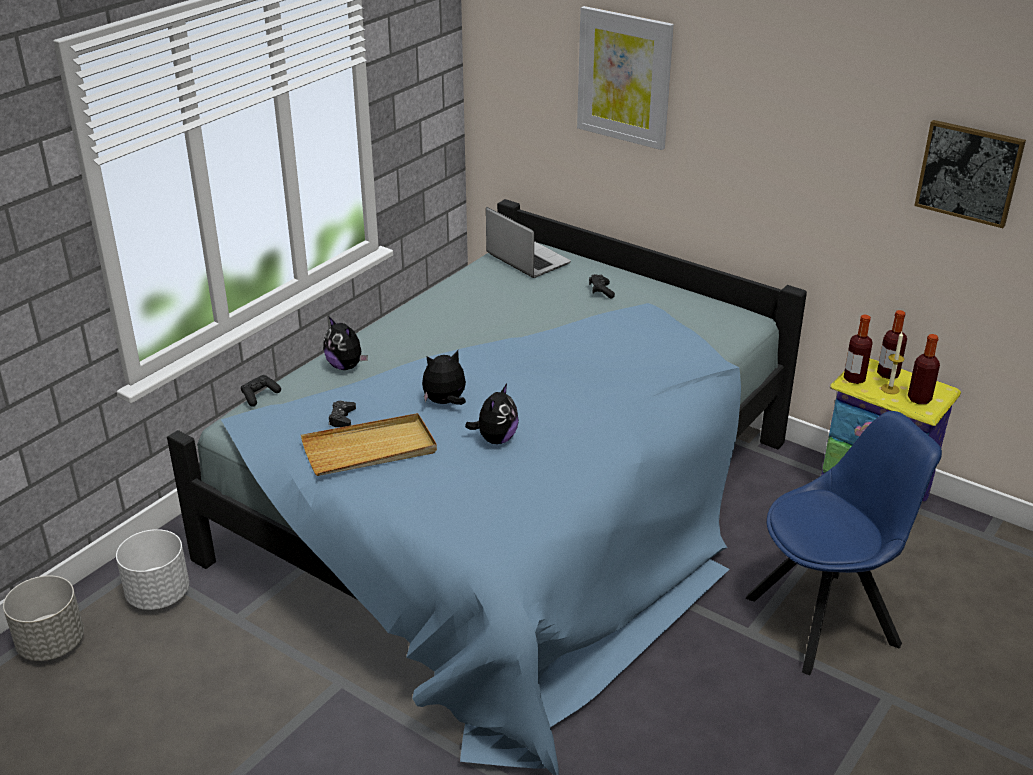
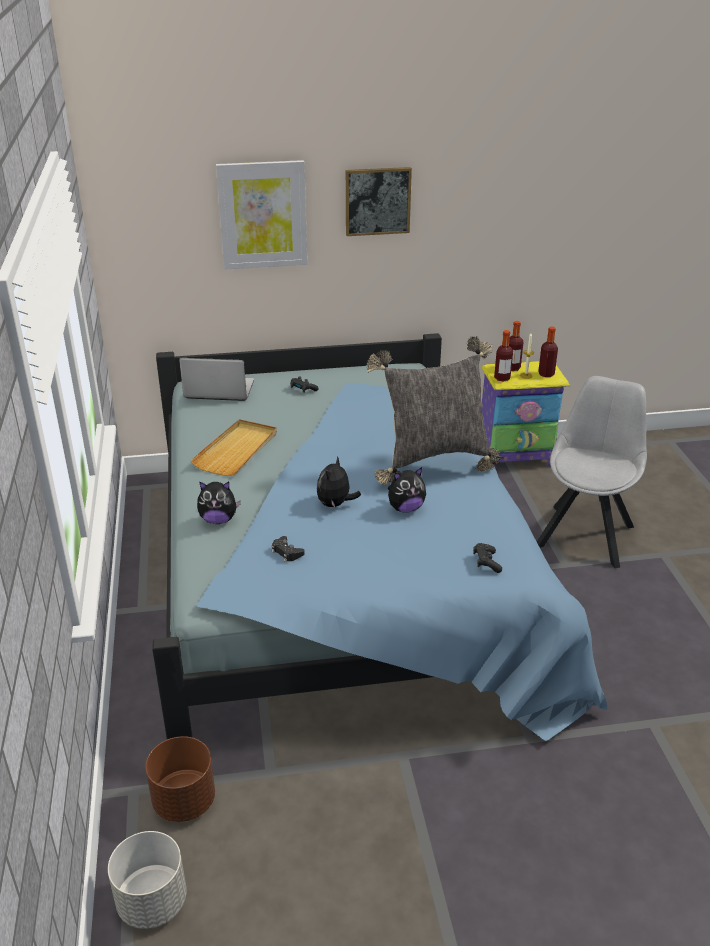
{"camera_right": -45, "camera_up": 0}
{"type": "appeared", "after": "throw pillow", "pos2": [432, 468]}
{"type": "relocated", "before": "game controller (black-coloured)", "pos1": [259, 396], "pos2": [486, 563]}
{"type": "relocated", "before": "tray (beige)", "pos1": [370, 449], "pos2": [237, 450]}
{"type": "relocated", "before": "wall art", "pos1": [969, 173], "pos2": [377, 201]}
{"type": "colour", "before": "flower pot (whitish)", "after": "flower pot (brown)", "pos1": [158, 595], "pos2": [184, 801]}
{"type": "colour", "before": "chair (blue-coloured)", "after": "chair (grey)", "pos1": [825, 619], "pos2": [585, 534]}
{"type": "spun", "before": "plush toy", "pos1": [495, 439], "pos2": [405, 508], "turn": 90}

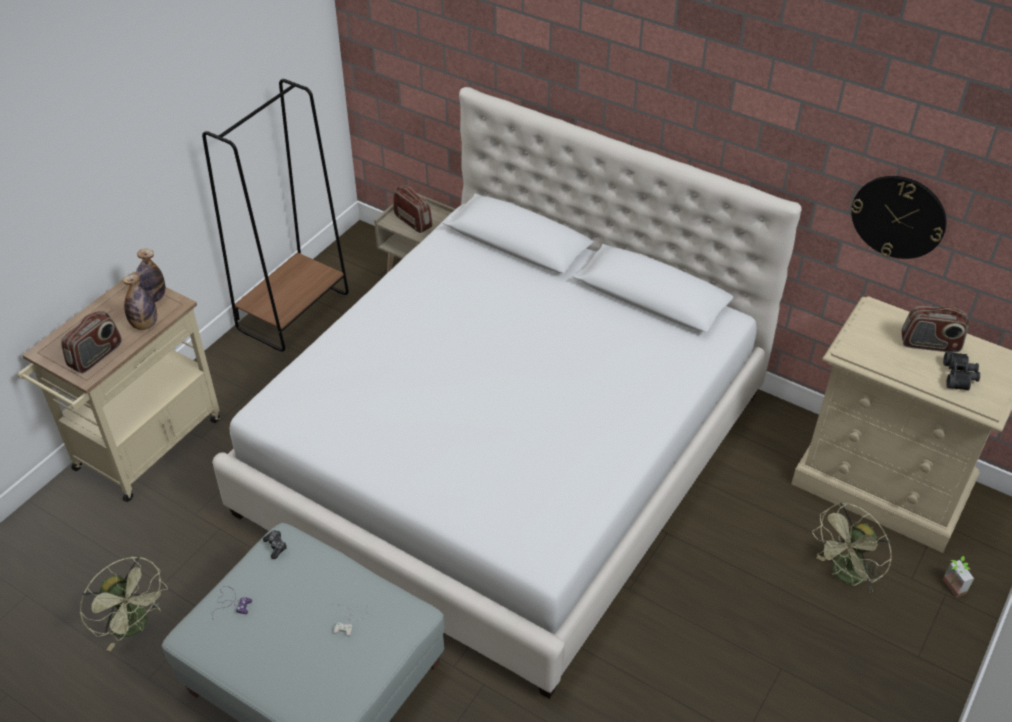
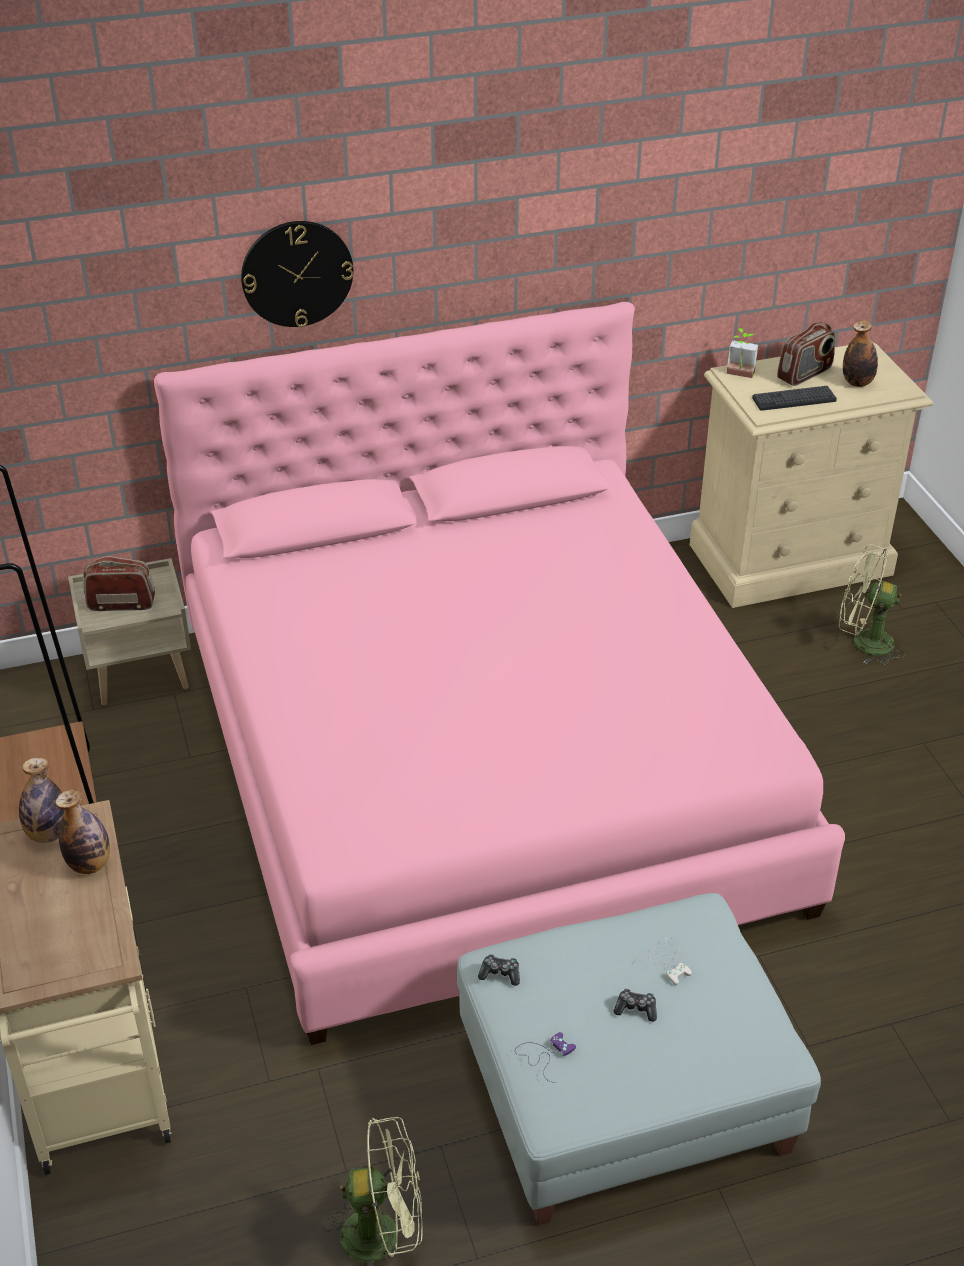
{"camera_right": -50, "camera_up": -5}
{"type": "missing", "before": "radio set", "pos1": [96, 356]}
{"type": "appeared", "after": "game controller", "pos2": [636, 1009]}
{"type": "appeared", "after": "computer keyboard", "pos2": [794, 399]}
{"type": "relocated", "before": "hanging clock", "pos1": [898, 216], "pos2": [297, 273]}
{"type": "relocated", "before": "houseplant", "pos1": [950, 588], "pos2": [739, 375]}
{"type": "exchanged", "before": "field glasses (black-coloured)", "after": "beverage bottle", "pos1": [960, 376], "pos2": [857, 382]}
{"type": "colour", "before": "bedroom bed (whitish)", "after": "bedroom bed (pinkish)", "pos1": [506, 451], "pos2": [480, 764]}
{"type": "spun", "before": "electric fan (greenish)", "pos1": [845, 575], "pos2": [863, 642], "turn": 105}

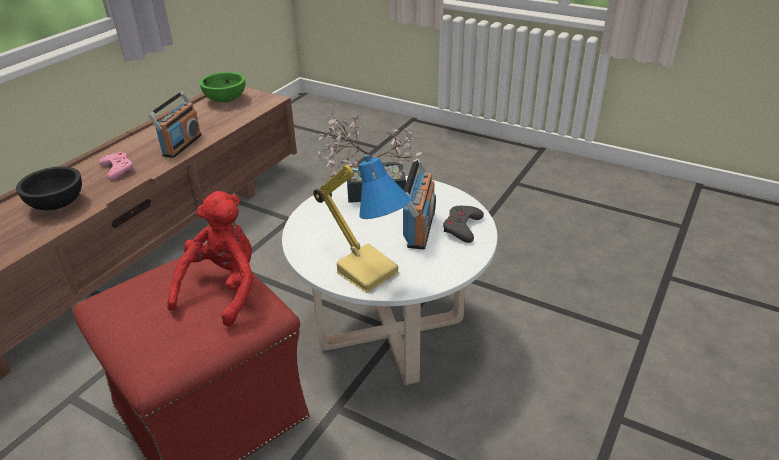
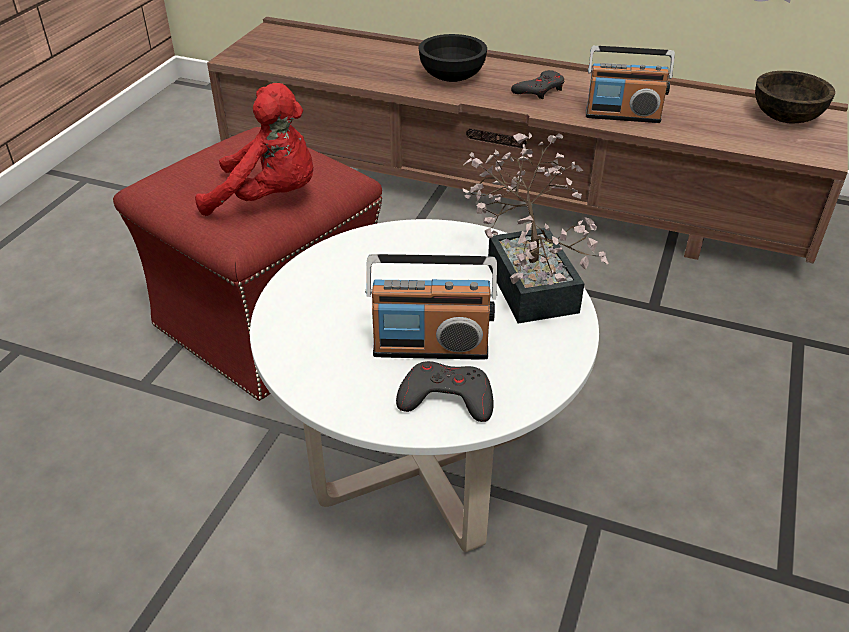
{"camera_right": 80, "camera_up": 5}
{"type": "missing", "before": "table lamp", "pos1": [368, 271]}
{"type": "colour", "before": "game controller (pinkish)", "after": "game controller (grey)", "pos1": [117, 169], "pos2": [539, 90]}
{"type": "colour", "before": "deep dish (greenish)", "after": "deep dish (brown)", "pos1": [226, 99], "pos2": [786, 118]}

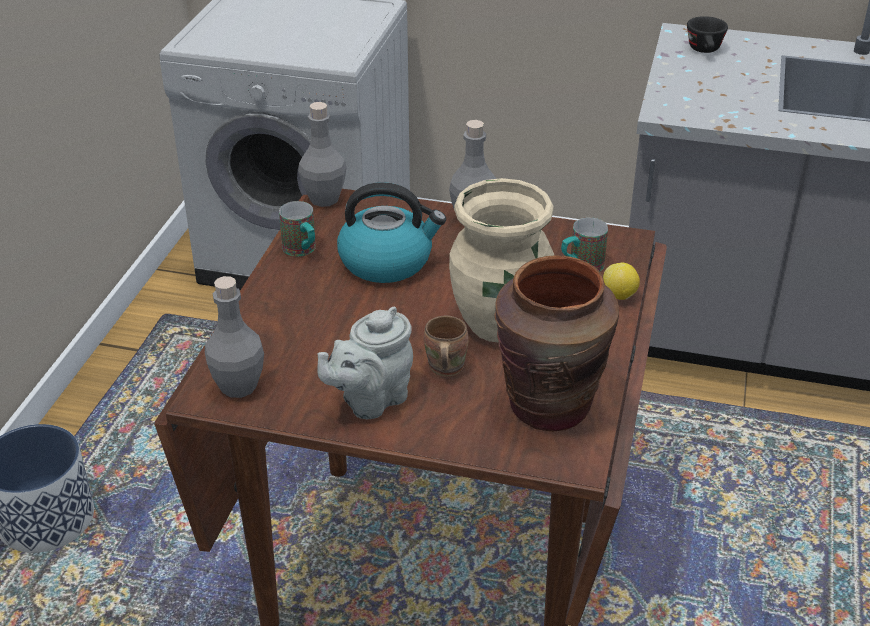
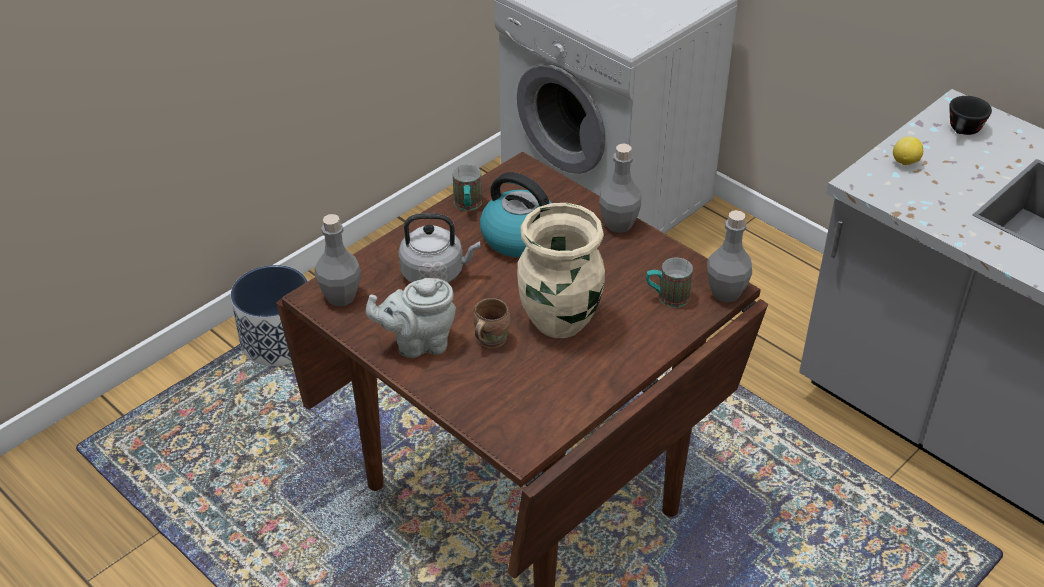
{"camera_right": 30, "camera_up": 5}
{"type": "missing", "before": "decorative vase (brown)", "pos1": [549, 406]}
{"type": "appeared", "after": "kettle (grey)", "pos2": [436, 273]}
{"type": "relocated", "before": "beverage bottle (grey)", "pos1": [324, 199], "pos2": [726, 293]}
{"type": "relocated", "before": "whole lemon", "pos1": [619, 296], "pos2": [905, 163]}

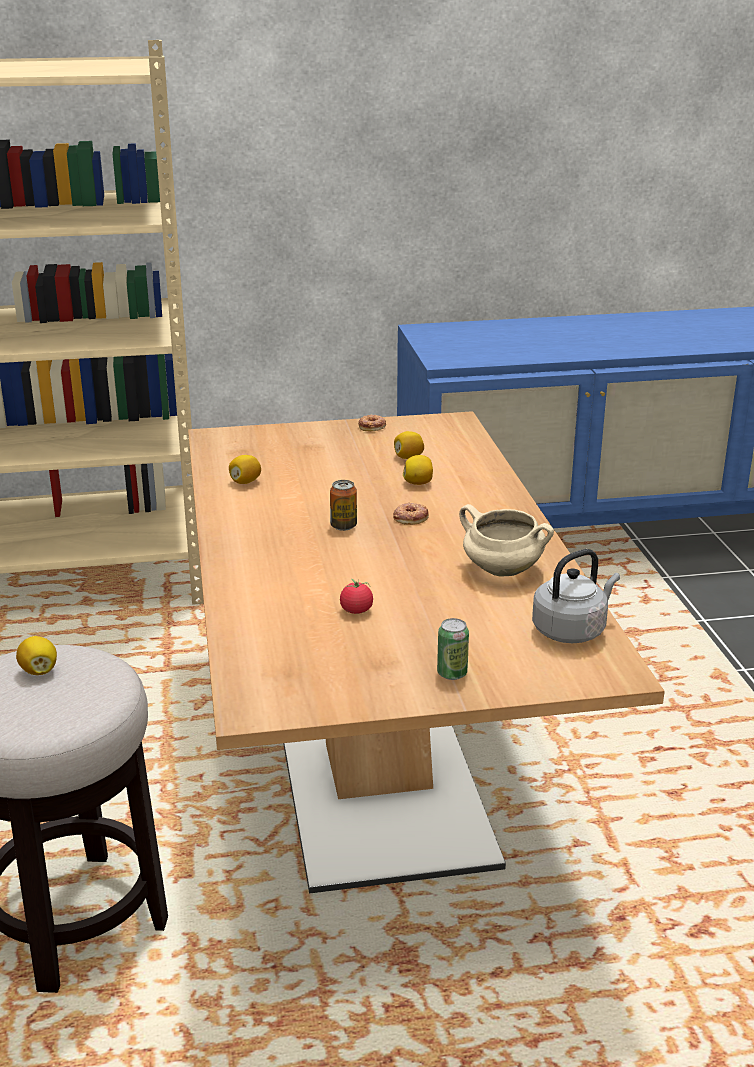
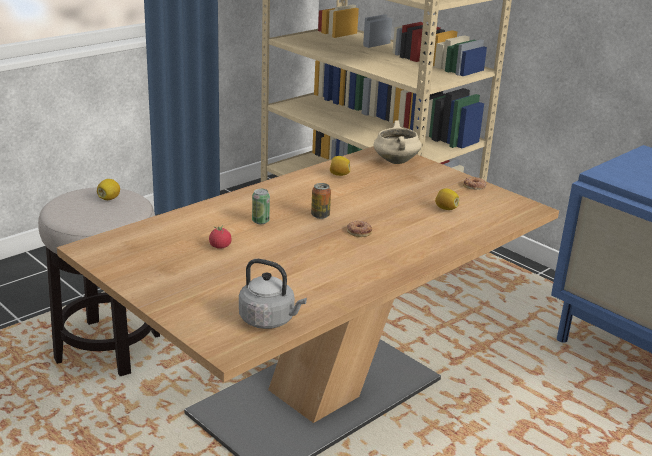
{"camera_right": 55, "camera_up": 0}
{"type": "missing", "before": "whole lemon", "pos1": [418, 483]}
{"type": "relocated", "before": "metal can", "pos1": [452, 673], "pos2": [260, 221]}
{"type": "relocated", "before": "saucepot (beige)", "pos1": [501, 571], "pos2": [395, 161]}

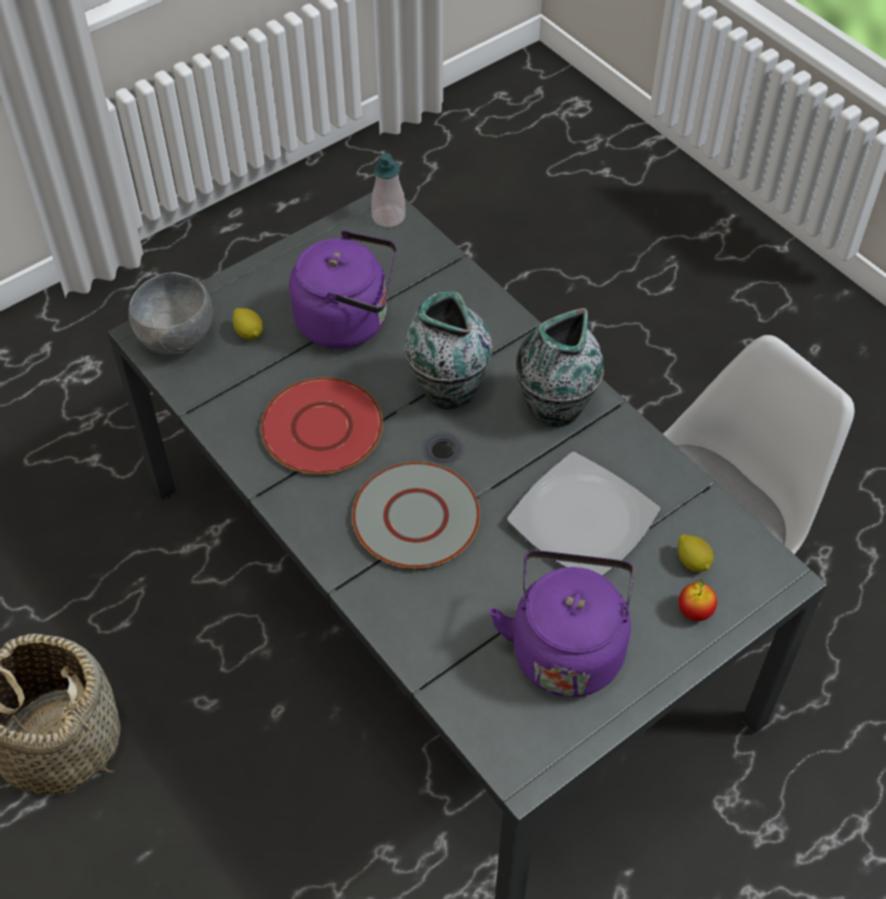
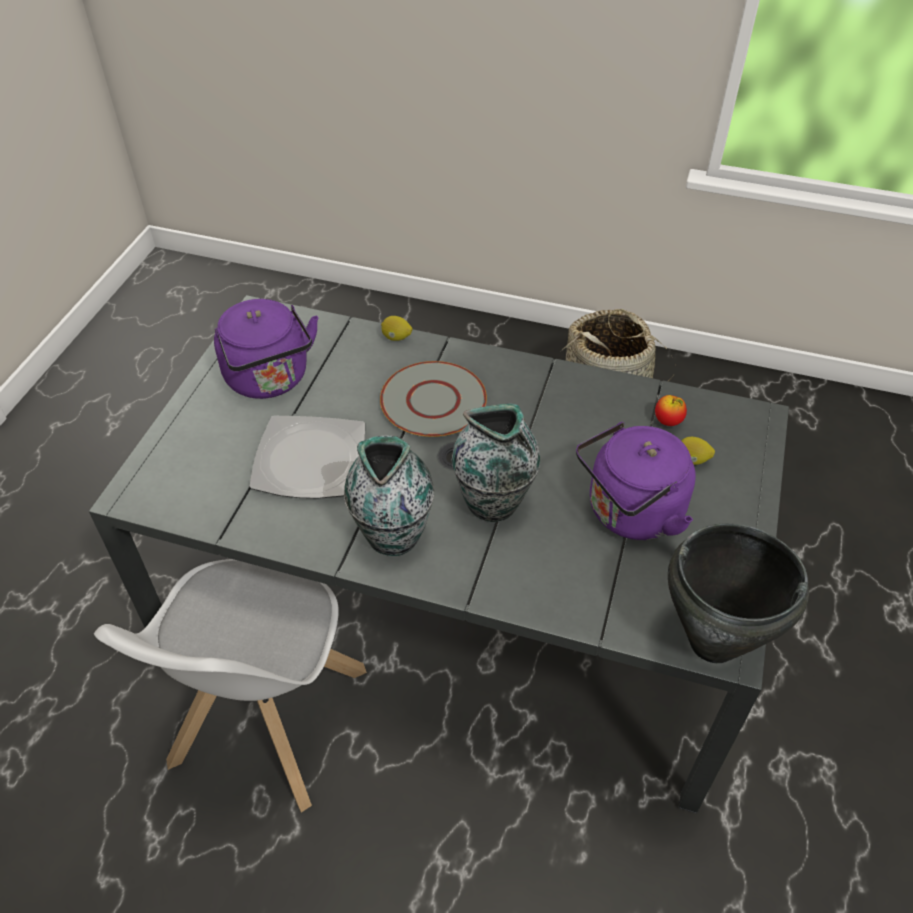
{"camera_right": 145, "camera_up": -5}
{"type": "missing", "before": "deep dish (grey)", "pos1": [178, 338]}
{"type": "missing", "before": "plate (reddish)", "pos1": [322, 429]}
{"type": "relocated", "before": "whole lemon", "pos1": [693, 561], "pos2": [396, 338]}
{"type": "relocated", "before": "whole apple", "pos1": [694, 611], "pos2": [668, 421]}
{"type": "exchanged", "before": "soap bottle", "after": "saucepot (black-coloured)", "pos1": [388, 217], "pos2": [713, 643]}

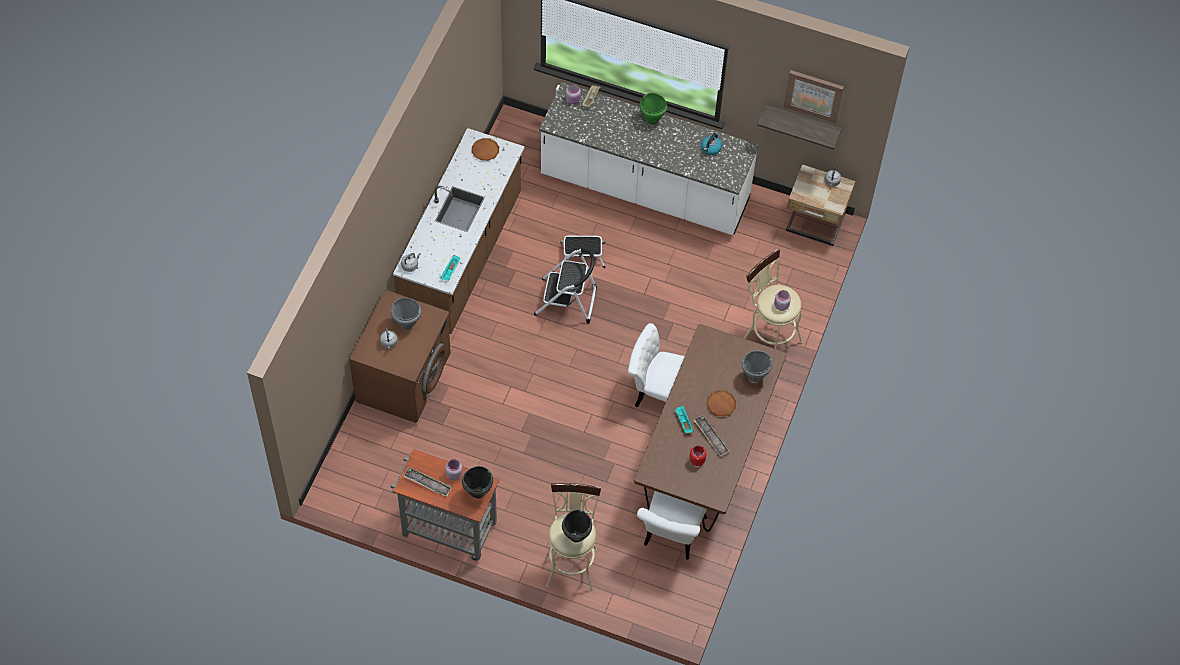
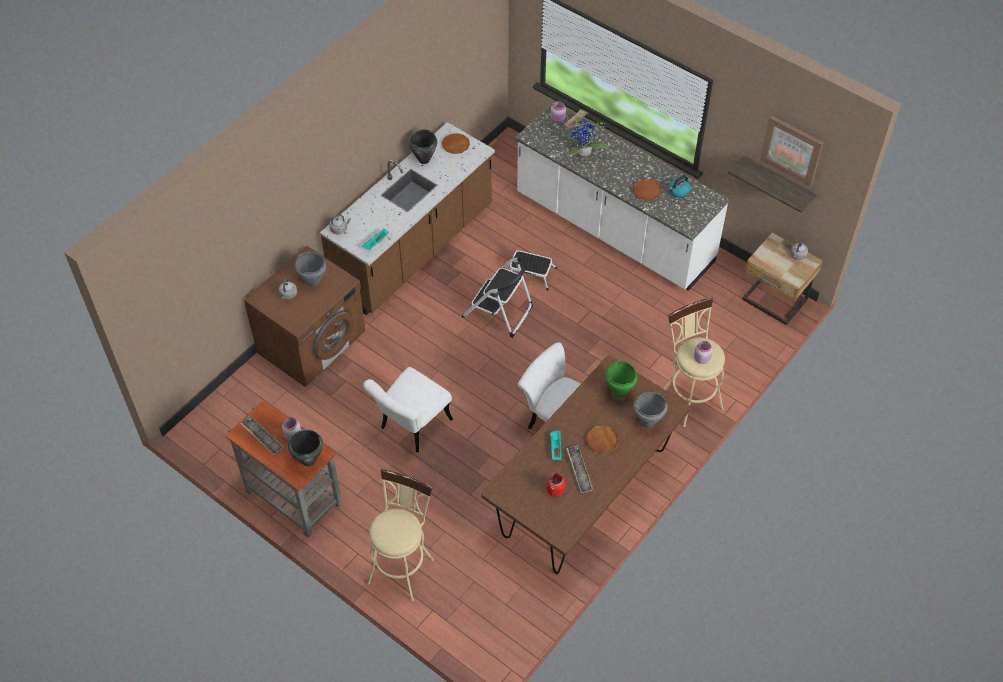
{"camera_right": 20, "camera_up": -5}
{"type": "appeared", "after": "houseplant", "pos2": [583, 154]}
{"type": "appeared", "after": "plate (brown)", "pos2": [646, 191]}
{"type": "relocated", "before": "saucepot (black-coloured)", "pos1": [576, 537], "pos2": [423, 160]}
{"type": "relocated", "before": "chair (whitish)", "pos1": [671, 536], "pos2": [411, 427]}
{"type": "relocated", "before": "saucepot (greenish)", "pos1": [652, 120], "pos2": [619, 392]}

